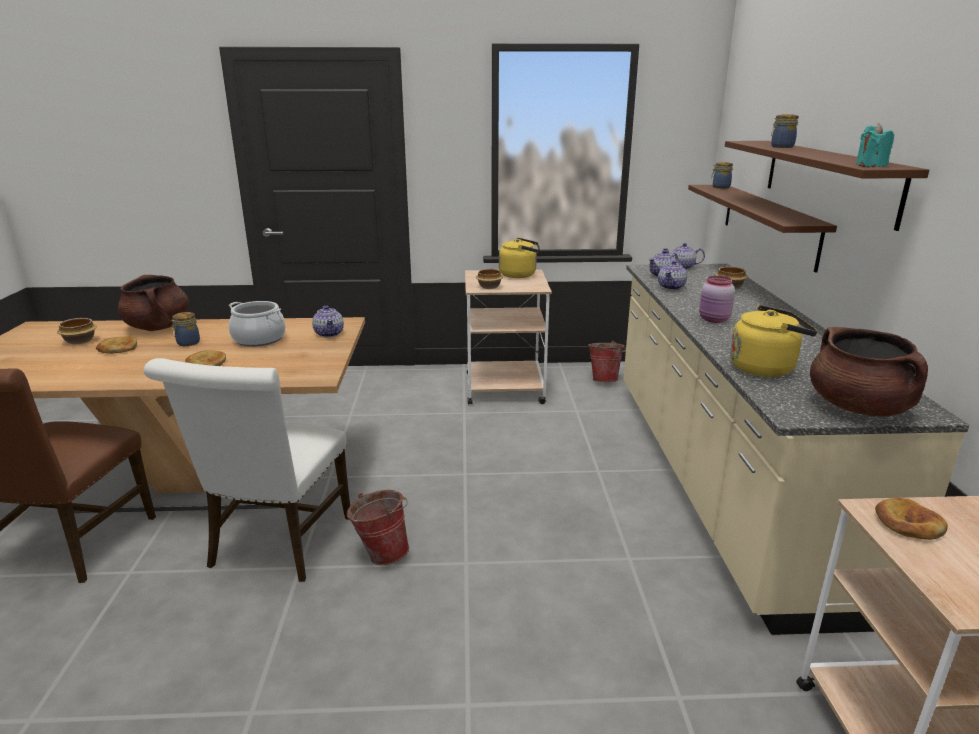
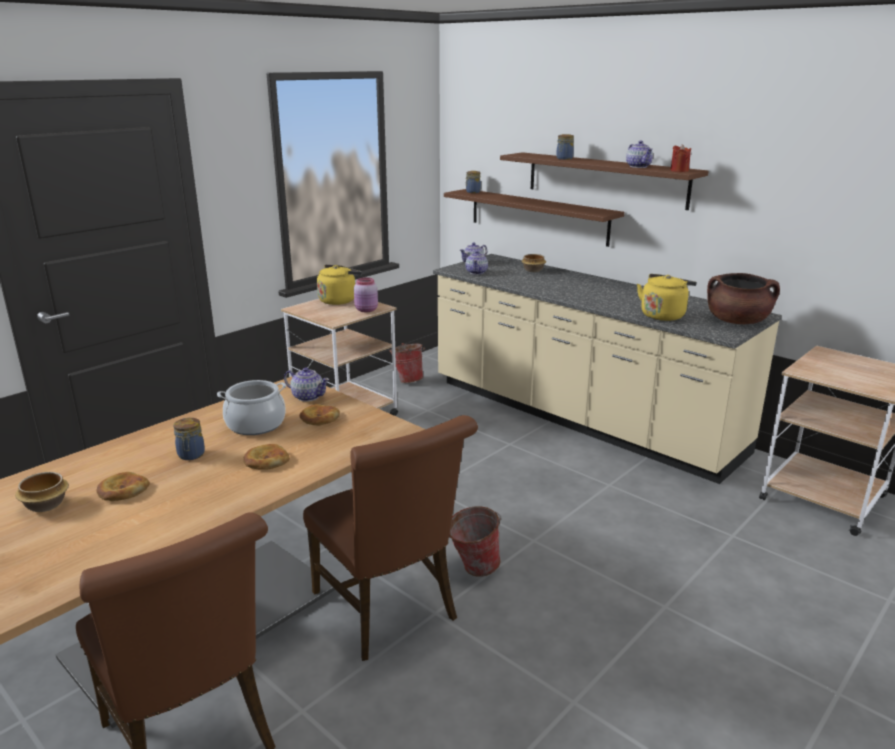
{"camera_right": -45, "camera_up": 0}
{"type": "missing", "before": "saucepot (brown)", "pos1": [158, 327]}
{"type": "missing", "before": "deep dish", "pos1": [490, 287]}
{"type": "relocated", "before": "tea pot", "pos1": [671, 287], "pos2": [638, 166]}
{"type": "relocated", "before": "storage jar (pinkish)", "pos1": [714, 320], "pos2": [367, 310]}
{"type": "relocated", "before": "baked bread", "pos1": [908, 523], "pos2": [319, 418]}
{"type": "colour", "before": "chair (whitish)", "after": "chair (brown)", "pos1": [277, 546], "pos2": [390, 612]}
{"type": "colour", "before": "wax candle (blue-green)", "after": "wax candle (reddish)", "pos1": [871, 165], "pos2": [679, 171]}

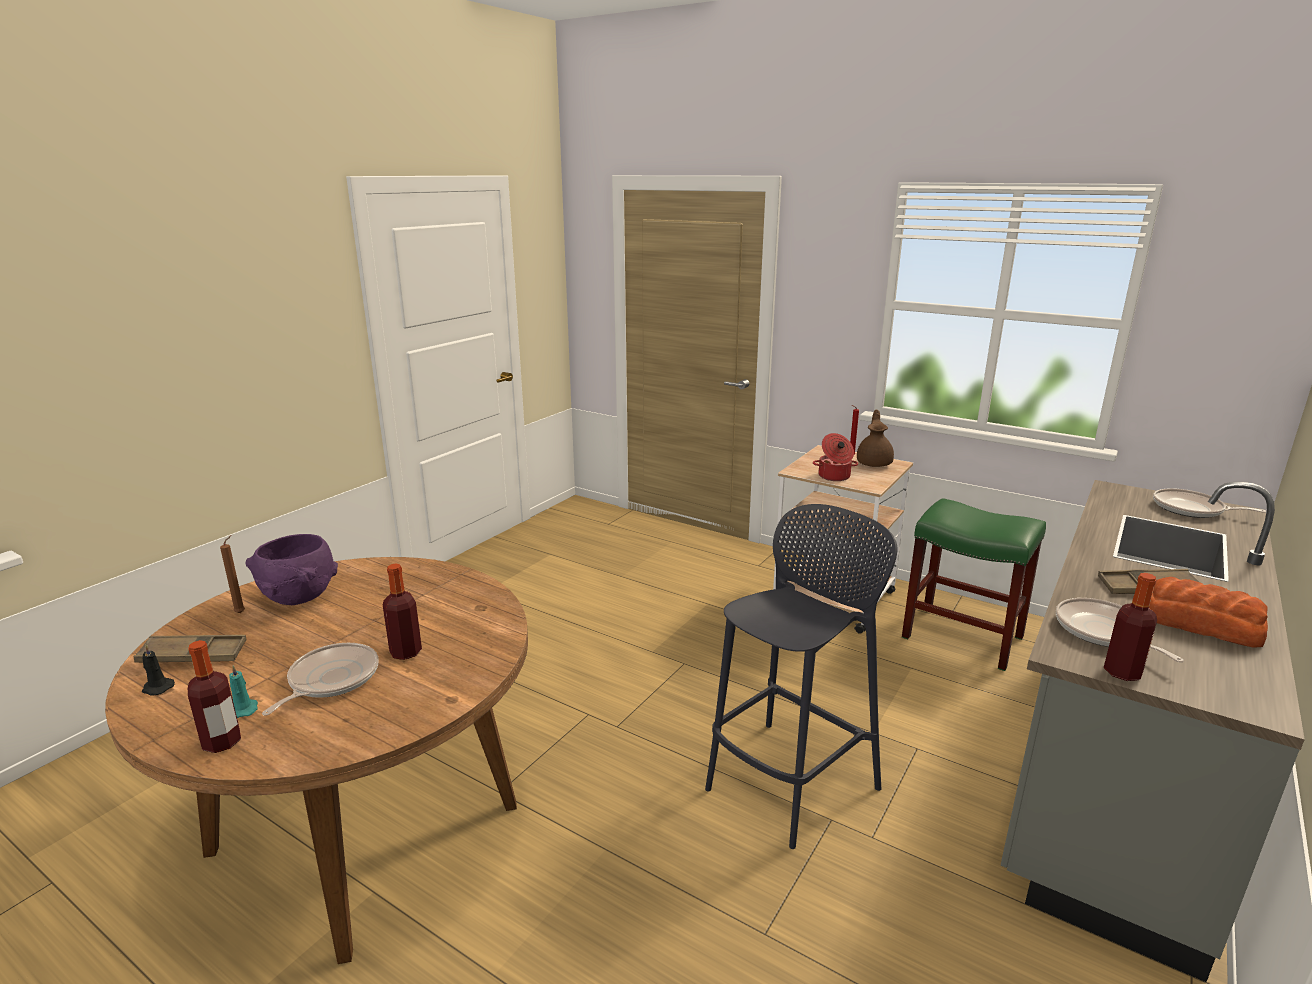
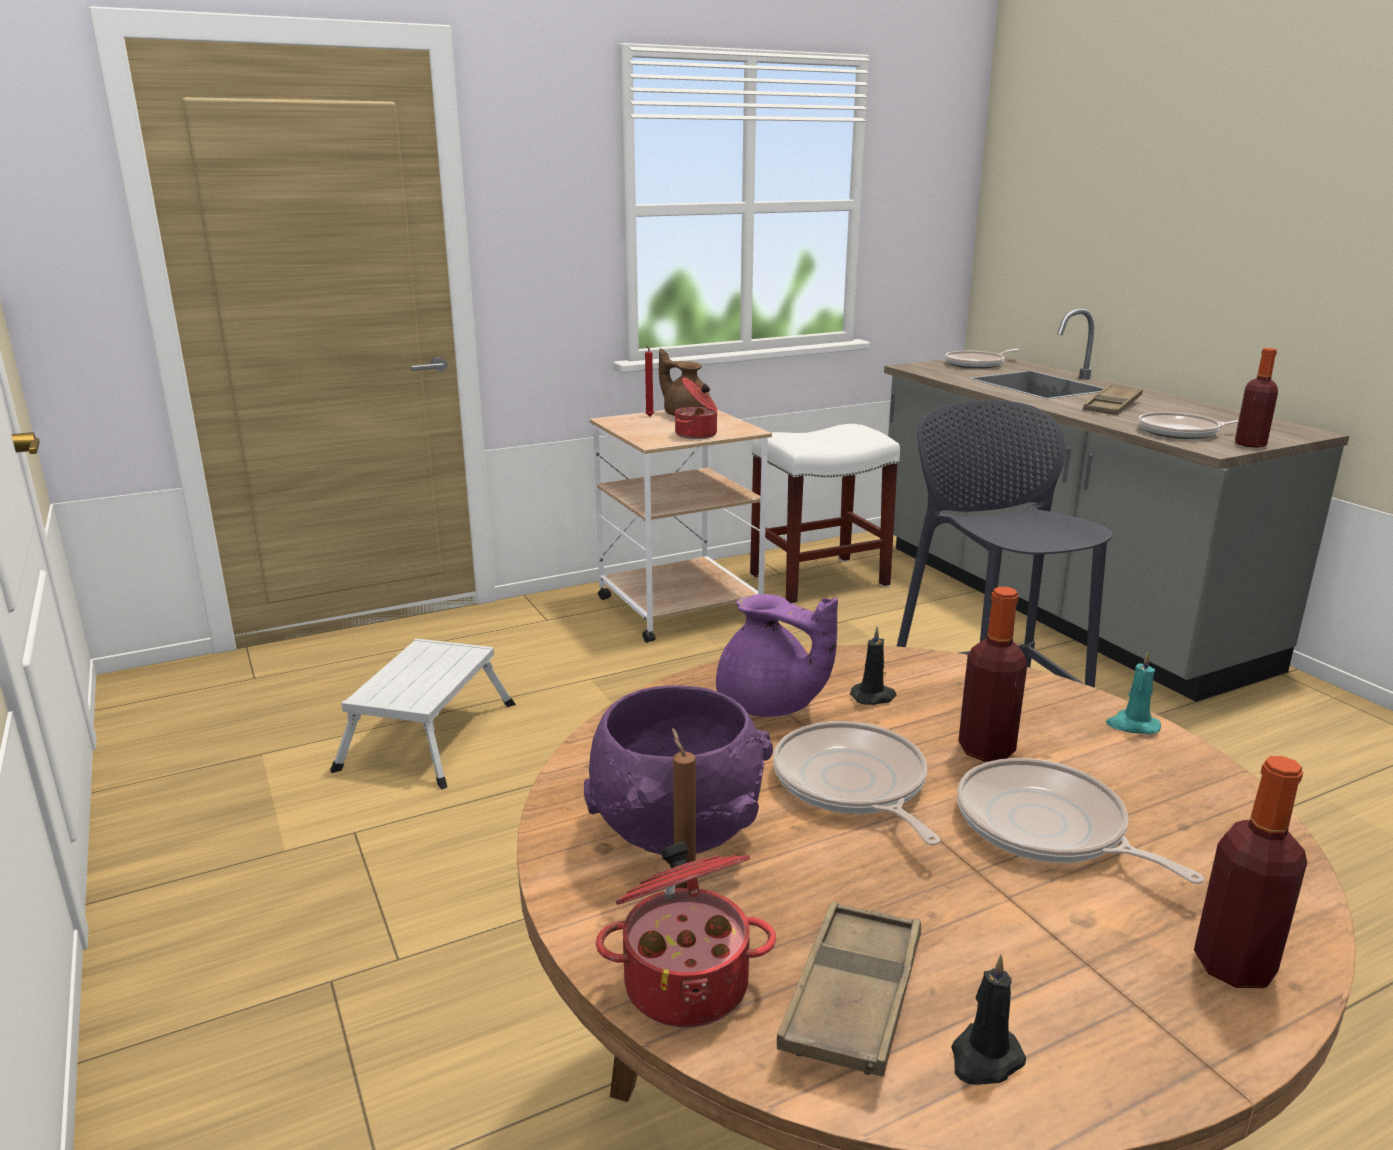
{"camera_right": -60, "camera_up": 0}
{"type": "missing", "before": "baked bread", "pos1": [1199, 624]}
{"type": "appeared", "after": "step stool (whitish)", "pos2": [429, 735]}
{"type": "appeared", "after": "saucepot", "pos2": [686, 981]}
{"type": "appeared", "after": "tea pot (purple)", "pos2": [769, 706]}
{"type": "appeared", "after": "pan", "pos2": [852, 785]}
{"type": "appeared", "after": "wax candle (black-coloured)", "pos2": [874, 697]}
{"type": "relocated", "before": "wax candle (blue-green)", "pos1": [243, 709], "pos2": [1132, 725]}
{"type": "colour", "before": "stool seat (greenish)", "after": "stool seat (whitish)", "pos1": [963, 637], "pos2": [819, 580]}

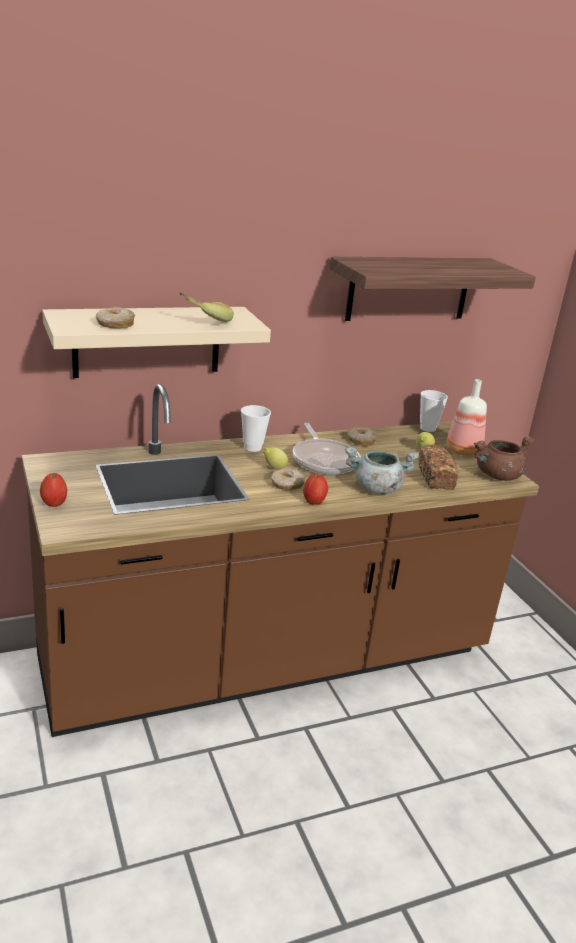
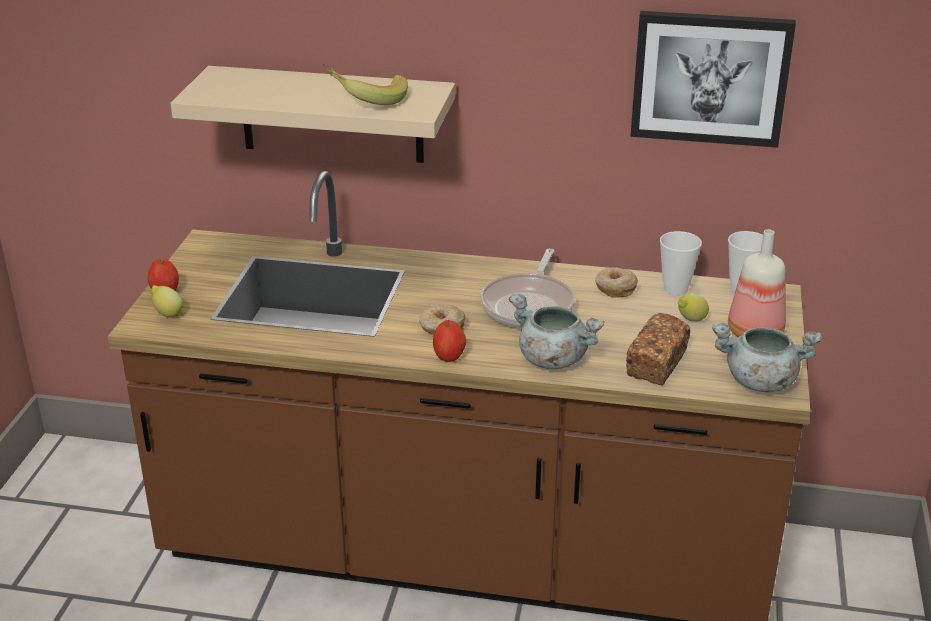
{"camera_right": 35, "camera_up": 5}
{"type": "missing", "before": "doughnut", "pos1": [115, 324]}
{"type": "relocated", "before": "cup", "pos1": [252, 447], "pos2": [675, 289]}
{"type": "relocated", "before": "whole lemon", "pos1": [274, 468], "pos2": [167, 314]}
{"type": "exchanged", "before": "bracket shelf", "after": "wall art", "pos1": [409, 288], "pos2": [710, 77]}
{"type": "colour", "before": "saucepot (brown)", "after": "saucepot (grey)", "pos1": [497, 476], "pos2": [760, 381]}

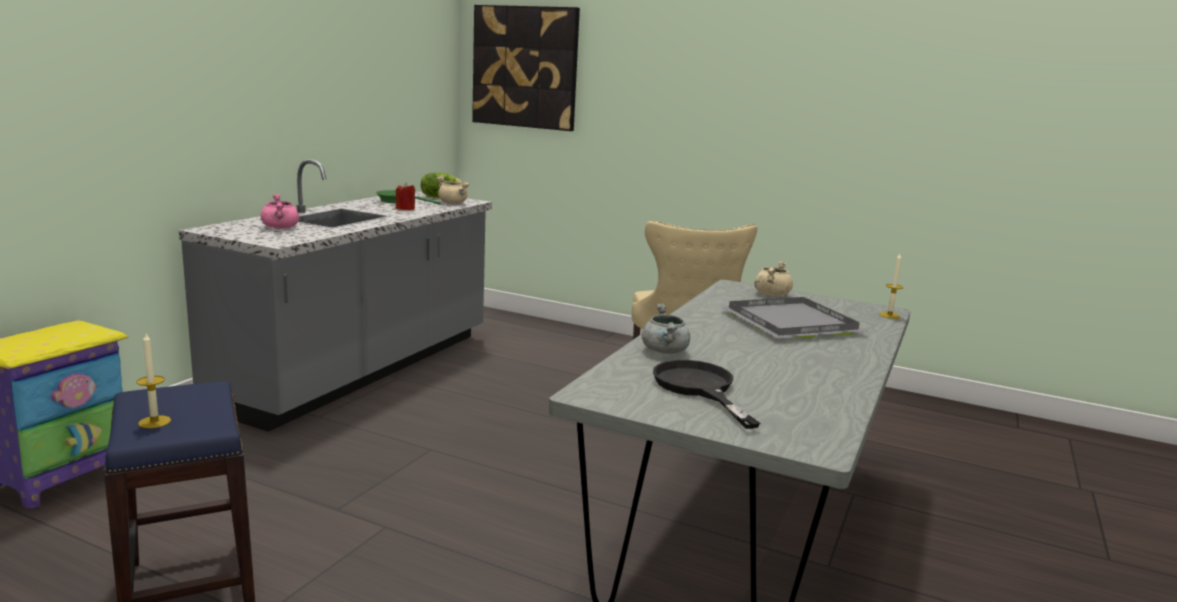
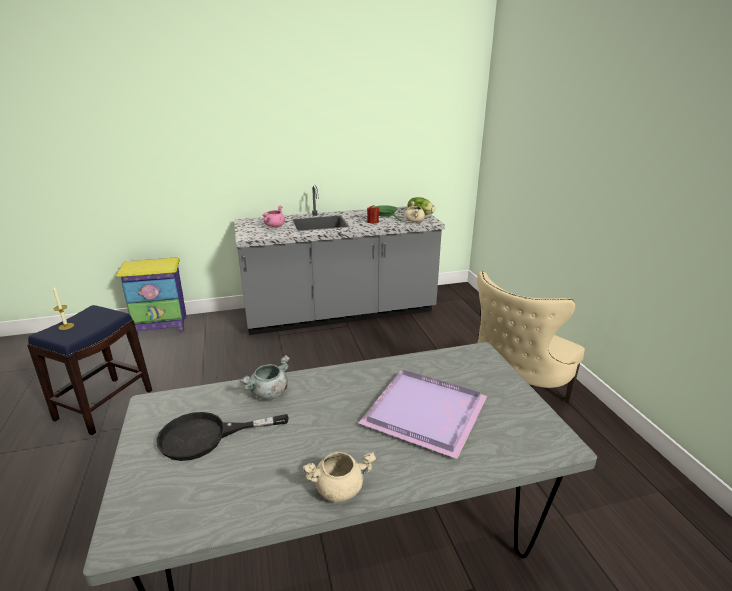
{"camera_right": 50, "camera_up": 10}
{"type": "missing", "before": "wall art", "pos1": [525, 67]}
{"type": "missing", "before": "wax candle", "pos1": [889, 315]}
{"type": "relocated", "before": "saucepot (beige)", "pos1": [771, 294], "pos2": [339, 488]}
{"type": "colour", "before": "tray (grey)", "after": "tray (purple)", "pos1": [794, 323], "pos2": [426, 414]}
{"type": "spun", "before": "pan (black-coloured)", "pos1": [699, 388], "pos2": [206, 436], "turn": -135}

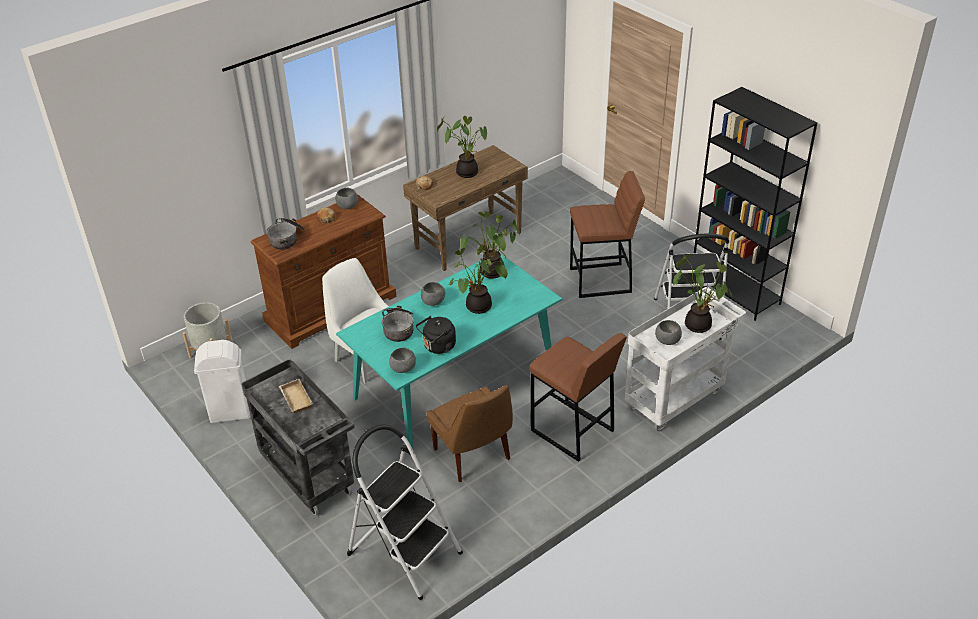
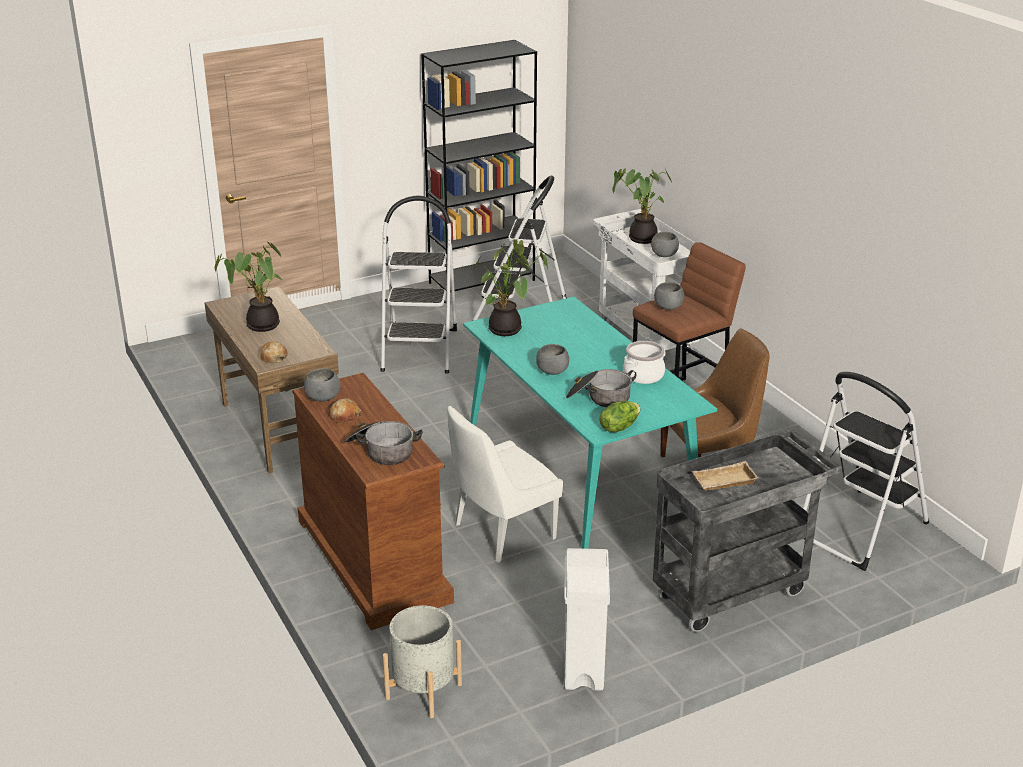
{"camera_right": -80, "camera_up": -10}
{"type": "missing", "before": "houseplant", "pos1": [478, 308]}
{"type": "appeared", "after": "head of lettuce", "pos2": [619, 427]}
{"type": "relocated", "before": "deep dish (grey)", "pos1": [403, 369], "pos2": [668, 307]}
{"type": "exchanged", "before": "kettle (black-coloured)", "after": "saucepot", "pos1": [438, 347], "pos2": [644, 375]}
{"type": "exchanged", "before": "stool seat (brown)", "after": "step stool", "pos1": [602, 280], "pos2": [421, 349]}

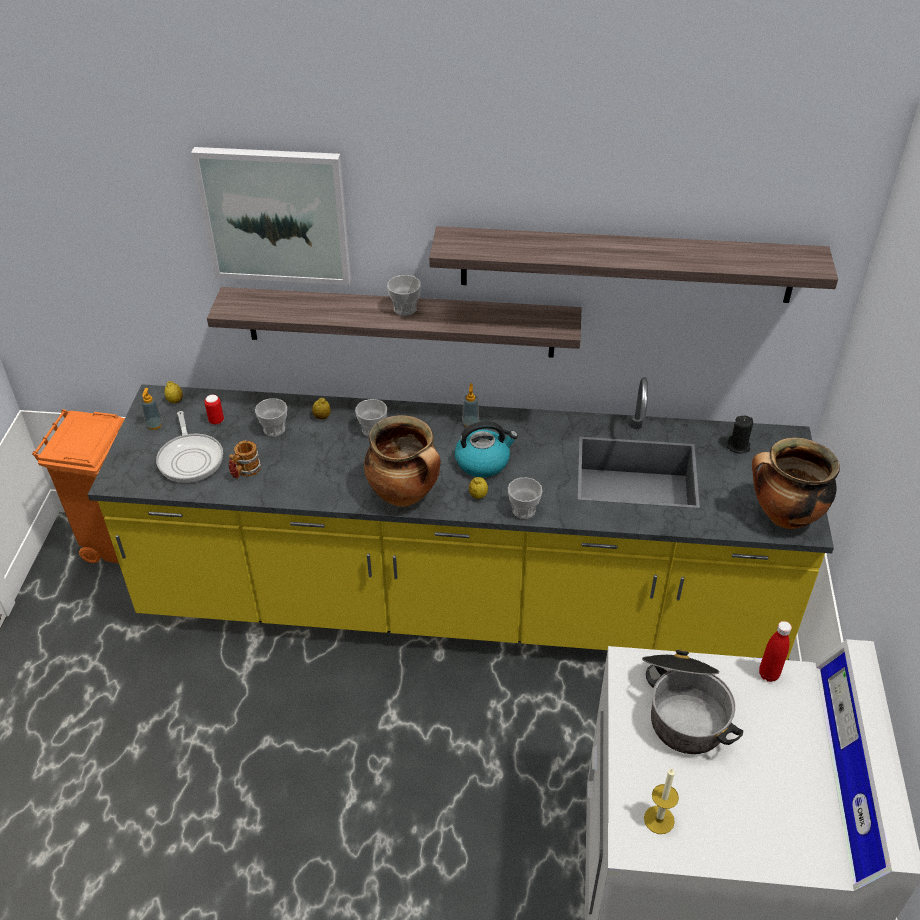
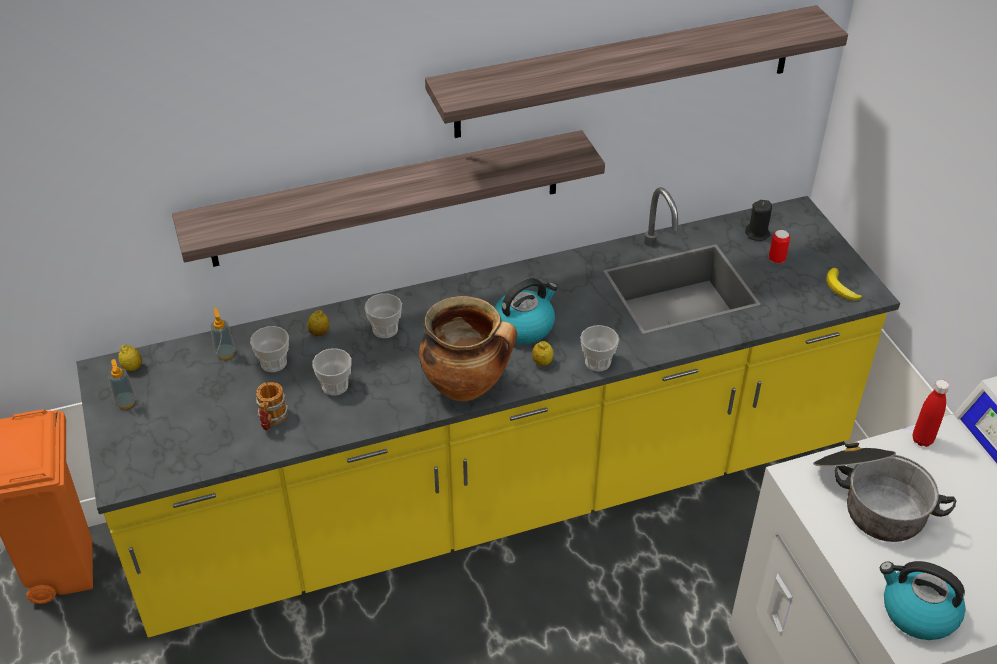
{"camera_right": -25, "camera_up": 0}
{"type": "missing", "before": "pan", "pos1": [190, 458]}
{"type": "missing", "before": "wall art", "pos1": [275, 215]}
{"type": "relocated", "before": "metal can", "pos1": [216, 421], "pos2": [776, 259]}
{"type": "relocated", "before": "cup", "pos1": [405, 309], "pos2": [335, 386]}
{"type": "relocated", "before": "soap bottle", "pos1": [470, 423], "pos2": [225, 353]}
{"type": "exchanged", "before": "wax candle", "after": "kettle", "pos1": [659, 820], "pos2": [917, 612]}
{"type": "exchanged", "before": "saucepot", "after": "whole banana", "pos1": [784, 517], "pos2": [840, 288]}

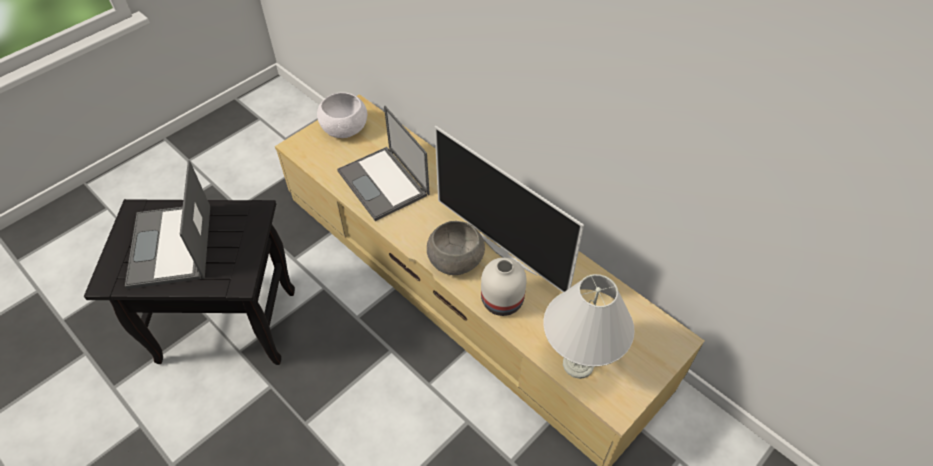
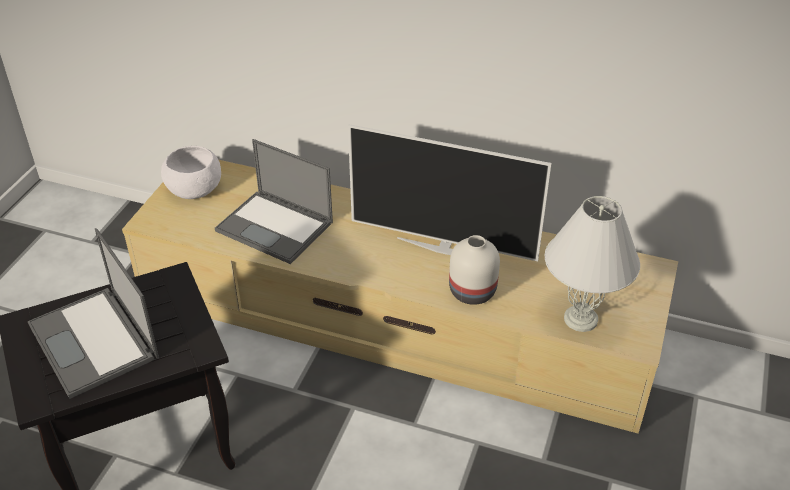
{"camera_right": -25, "camera_up": -10}
{"type": "missing", "before": "deep dish (grey)", "pos1": [456, 259]}

